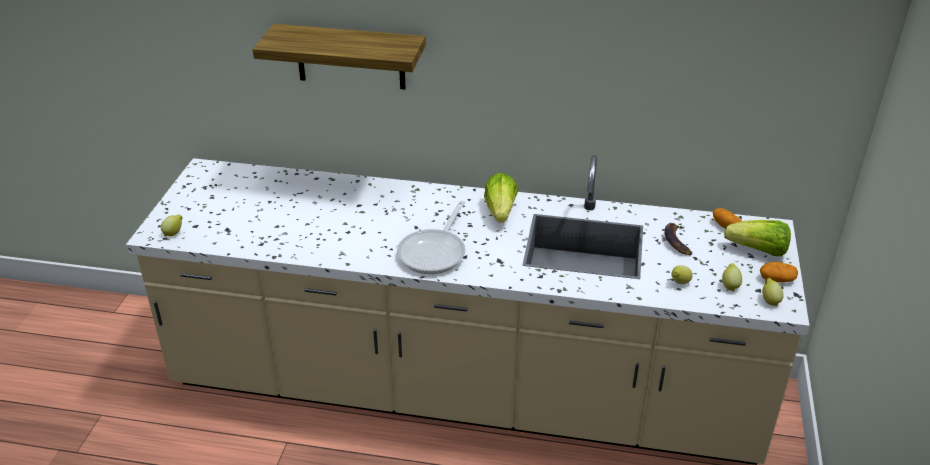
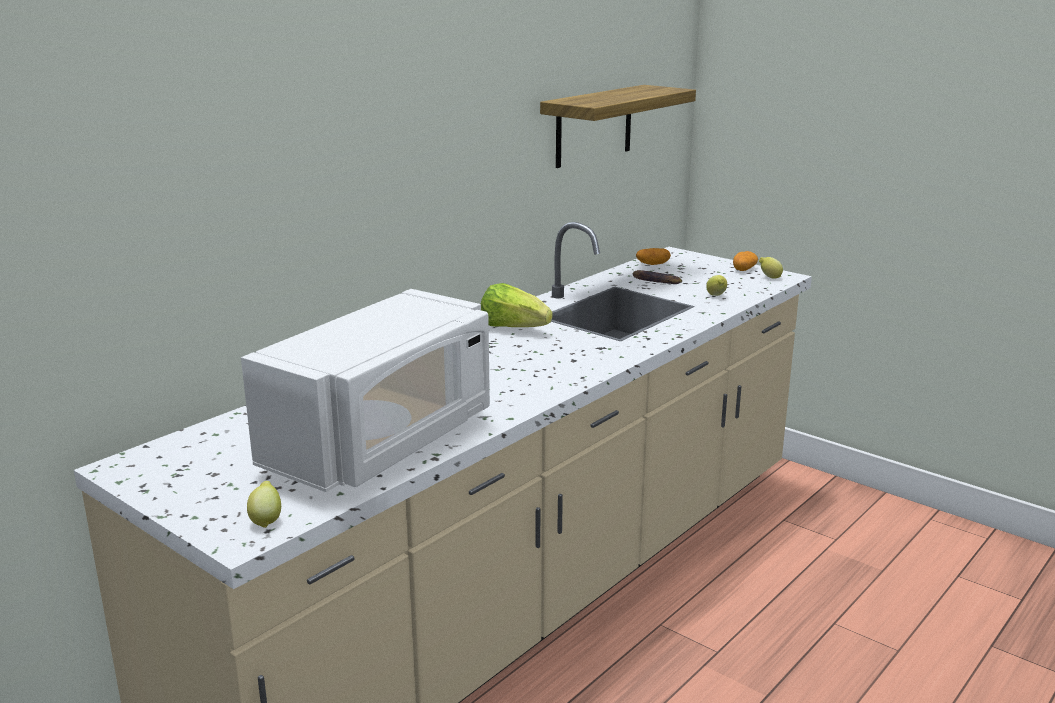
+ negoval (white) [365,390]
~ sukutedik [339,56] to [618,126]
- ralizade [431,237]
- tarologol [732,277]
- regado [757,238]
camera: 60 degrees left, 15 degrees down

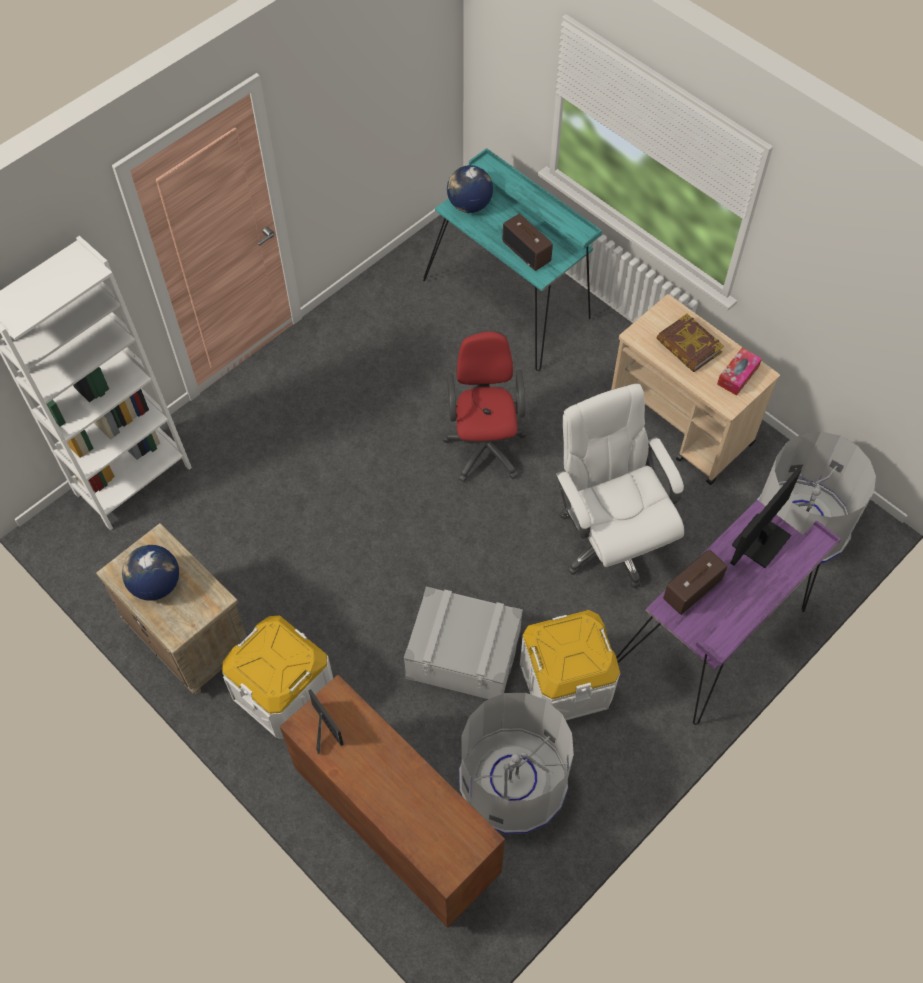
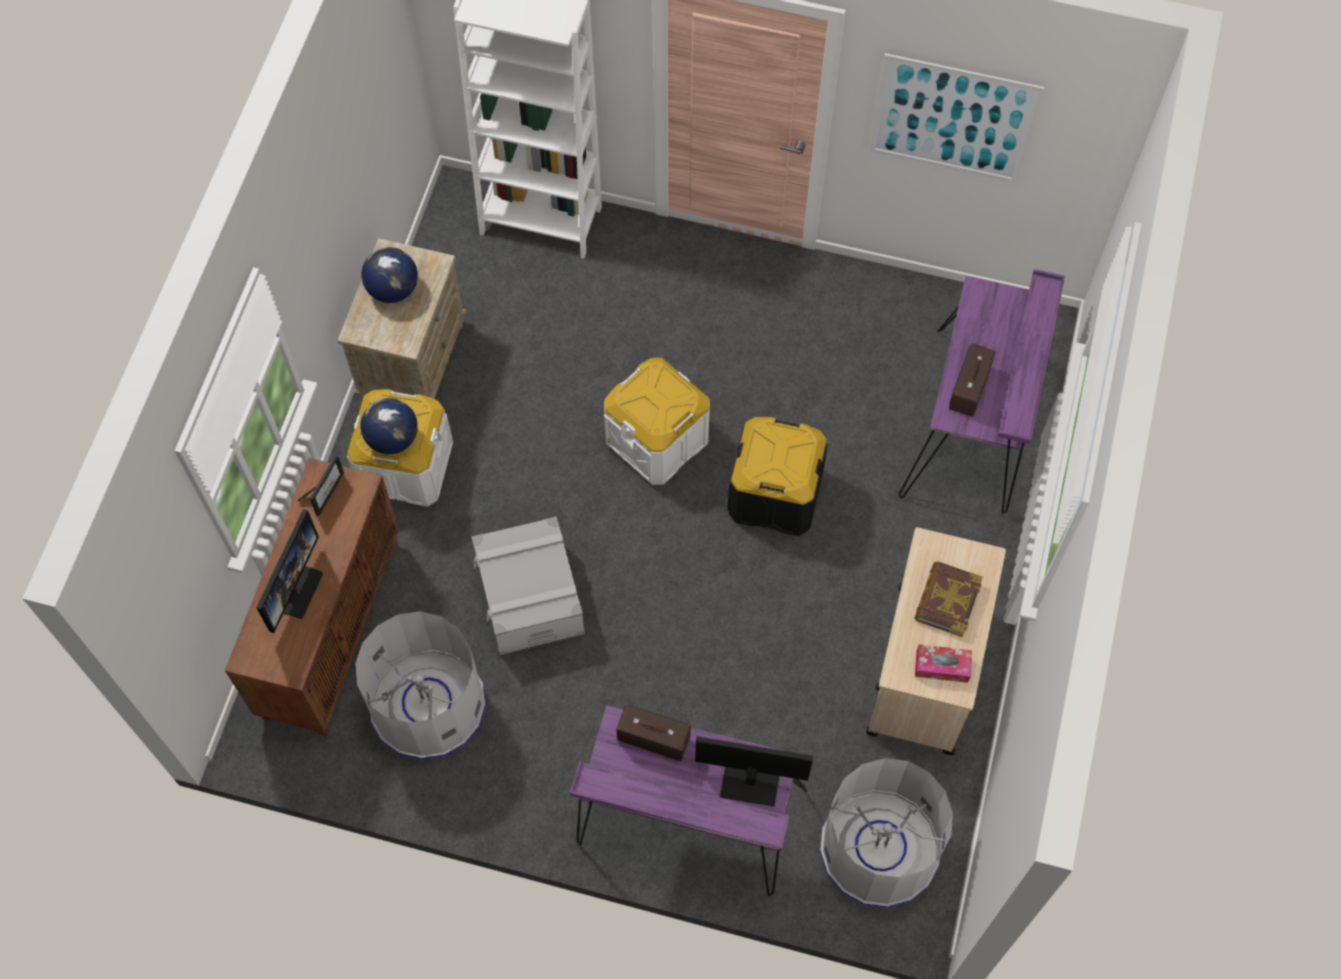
+ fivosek [289,571]
~ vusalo [470,189] to [389,426]
~ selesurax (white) [570,665] to [657,421]
~ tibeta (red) [484,406] to selesurax (black) [777,476]
+ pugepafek [956,118]
~ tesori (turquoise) [512,259] to tesori (purple) [982,392]
- tibeta (white) [619,486]
camera: 60 degrees right, 5 degrees up

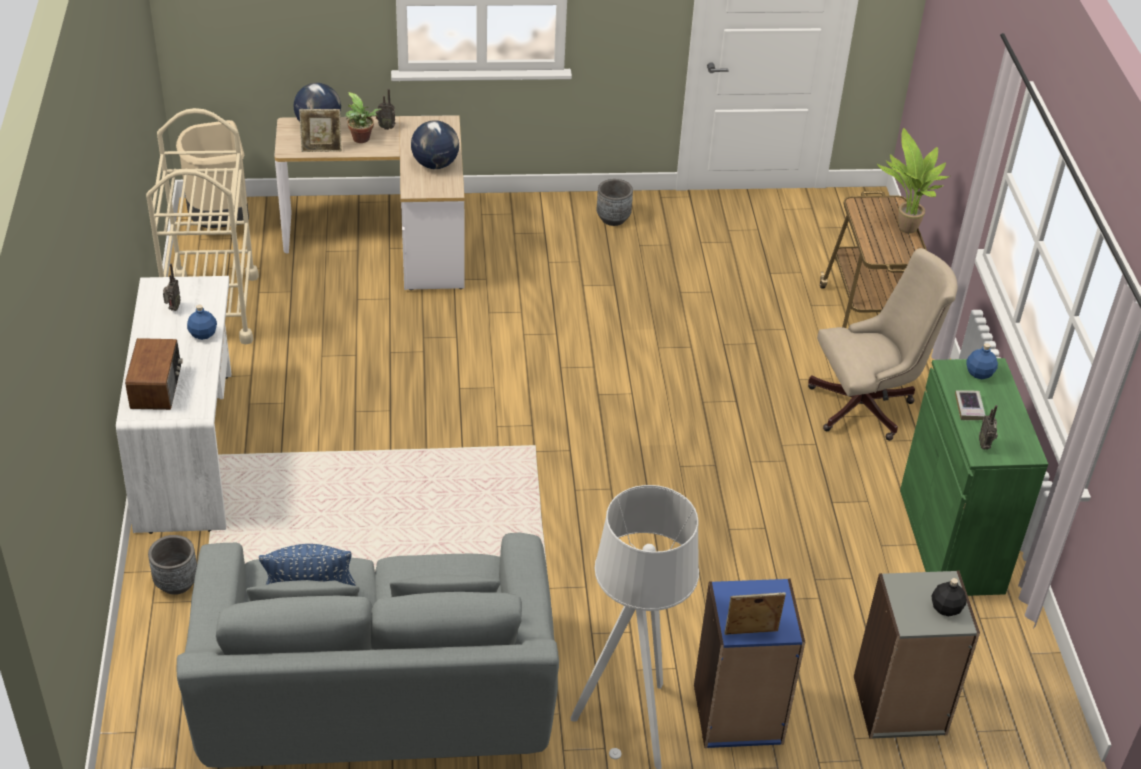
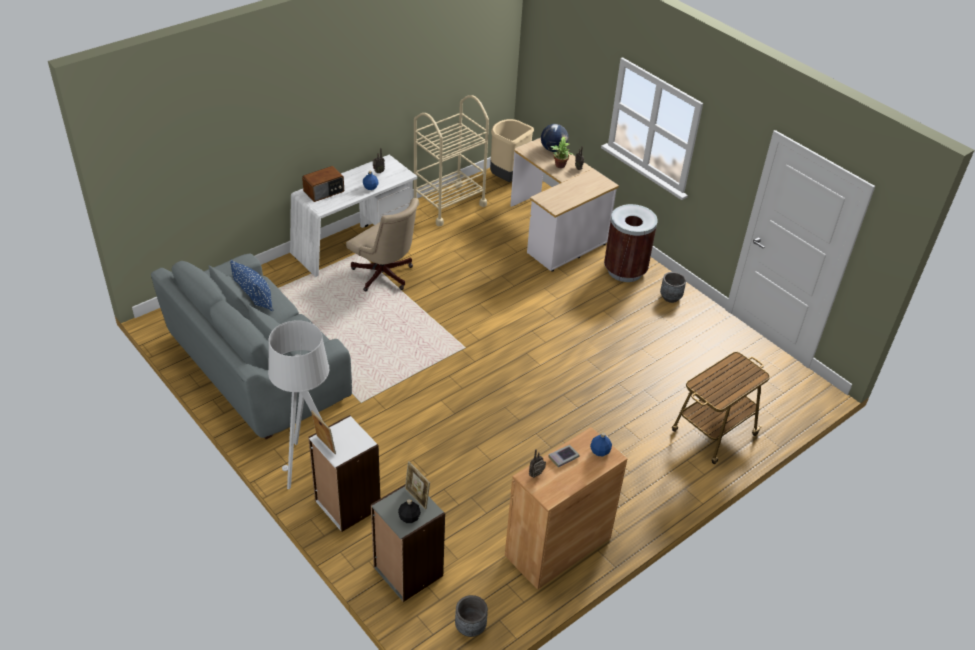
~ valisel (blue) [749,663] to valisel (white) [344,473]
~ tibeta (beige) [883,344] to [382,244]
~ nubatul [320,130] to [417,485]
~ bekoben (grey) [172,565] to [471,616]
~ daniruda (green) [974,477] to daniruda (brown) [566,508]
+ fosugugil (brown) [631,243]
- vusalo [435,144]
- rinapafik [913,181]
camera: 55 degrees right, 0 degrees up

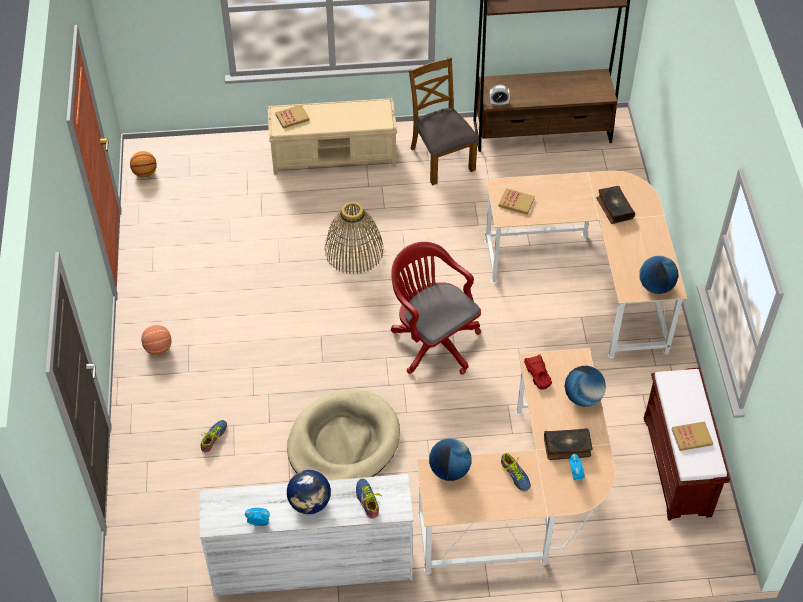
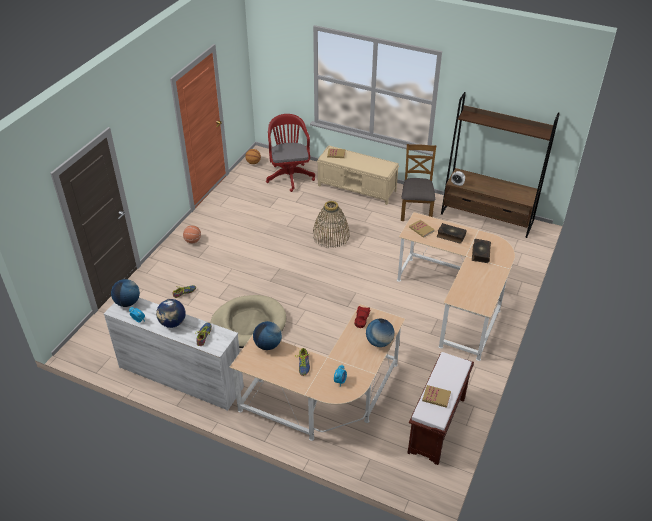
~ vusalo [658,274] to [125,293]
~ tibeta (red) [436,308] to [290,153]
~ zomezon [568,444] to [452,233]
camera: 30 degrees right, 10 degrees down

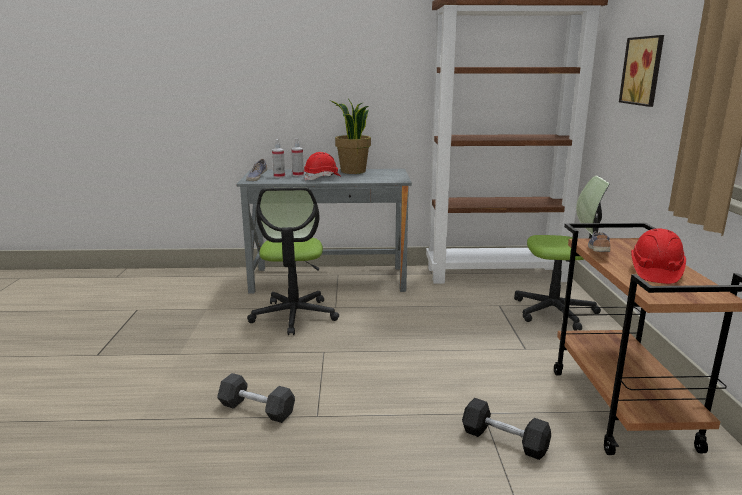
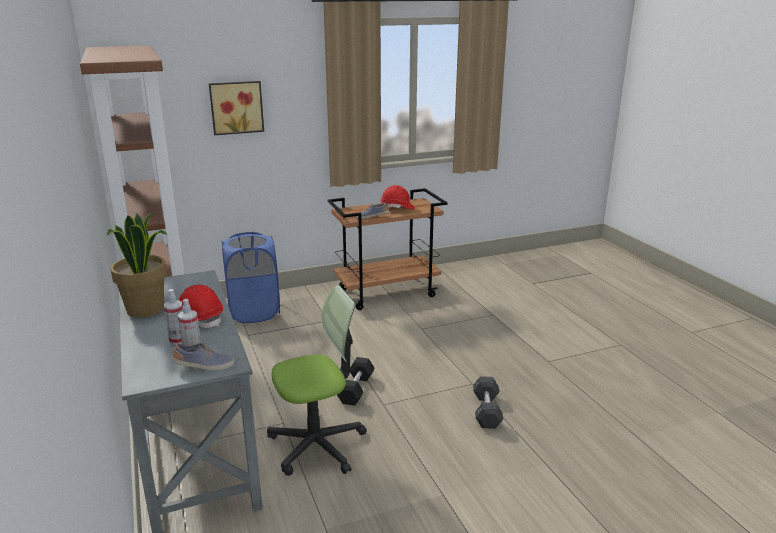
~ tibeta [562,253] to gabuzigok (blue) [251,277]
~ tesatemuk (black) [506,429] to [356,381]
camera: 110 degrees left, 5 degrees up

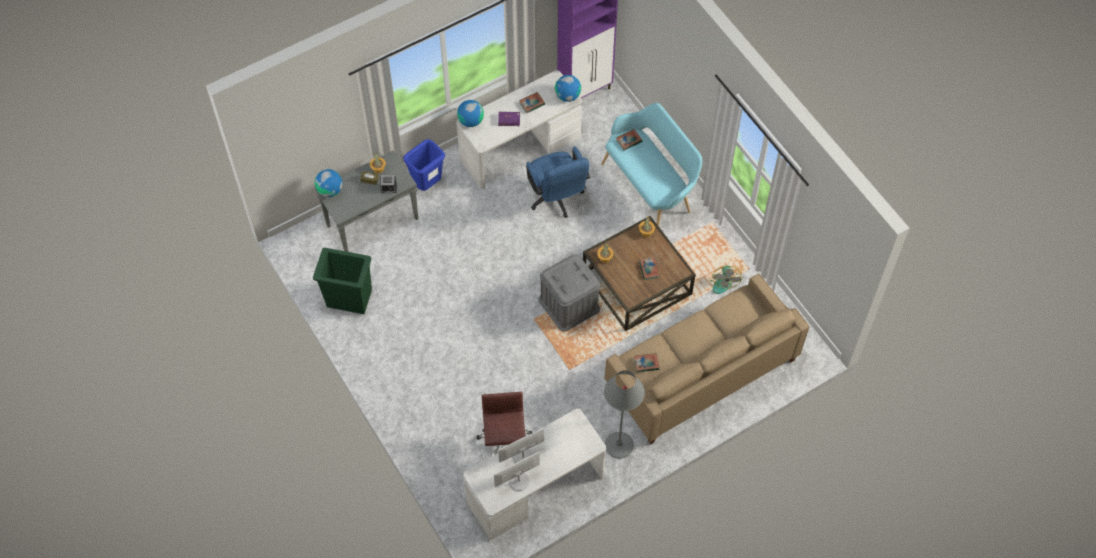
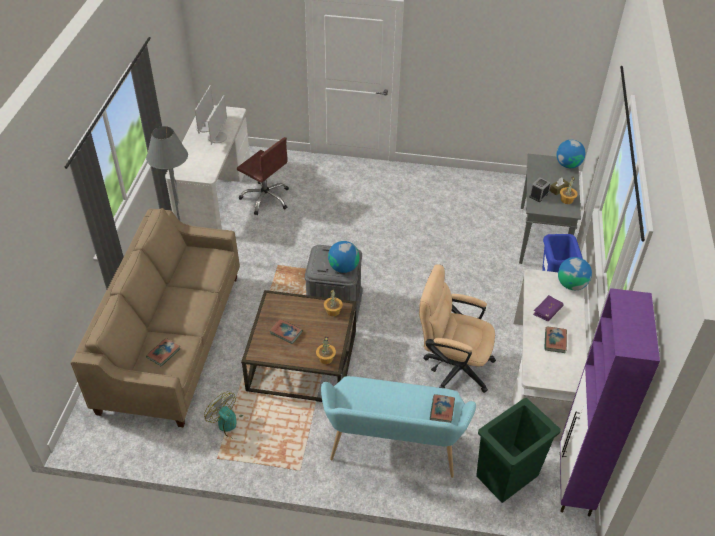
~ zomezon [646,362] to [163,352]
~ vusalo [568,88] to [343,257]
~ tibeta (blue) [558,182] to tibeta (beige) [457,328]
~ fosugugil (green) [342,281] to [518,450]
camera: 130 degrees right, 15 degrees down

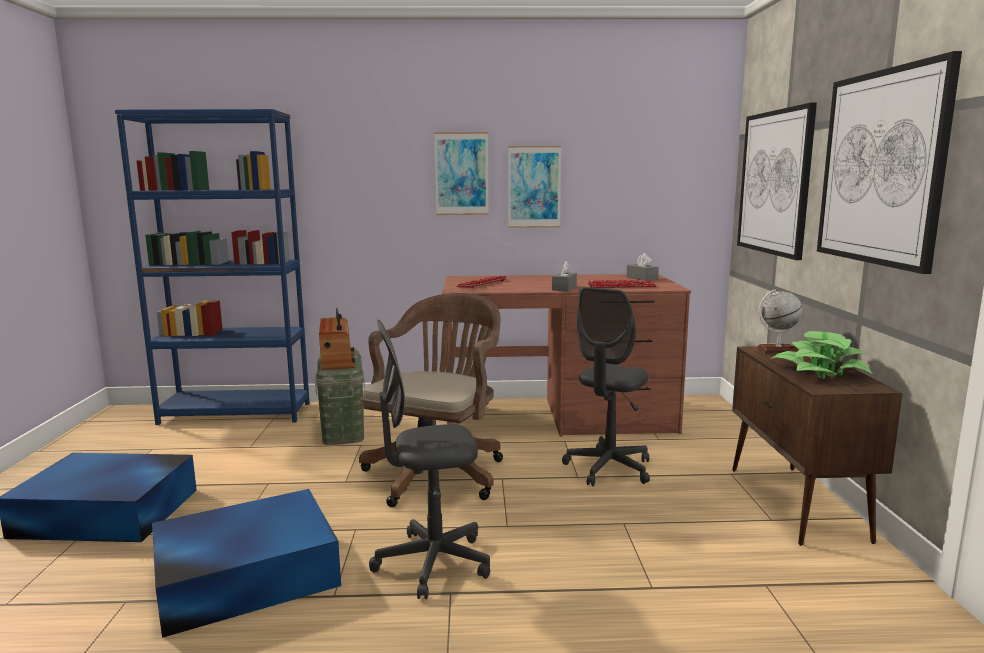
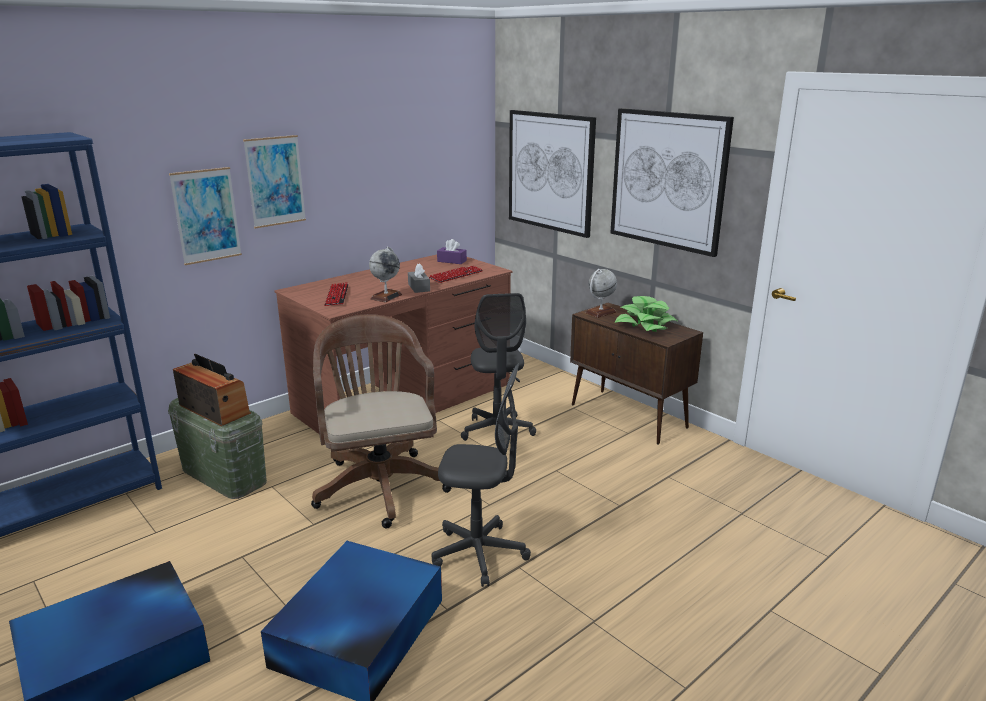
~ pugepafek [534,187] to [205,216]
+ vusalo [385,274]
~ tibeta (grey) [429,459] = [481,475] 120 degrees counterclockwise
~ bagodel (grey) [643,267] to bagodel (purple) [452,251]
camera: 40 degrees left, 10 degrees up

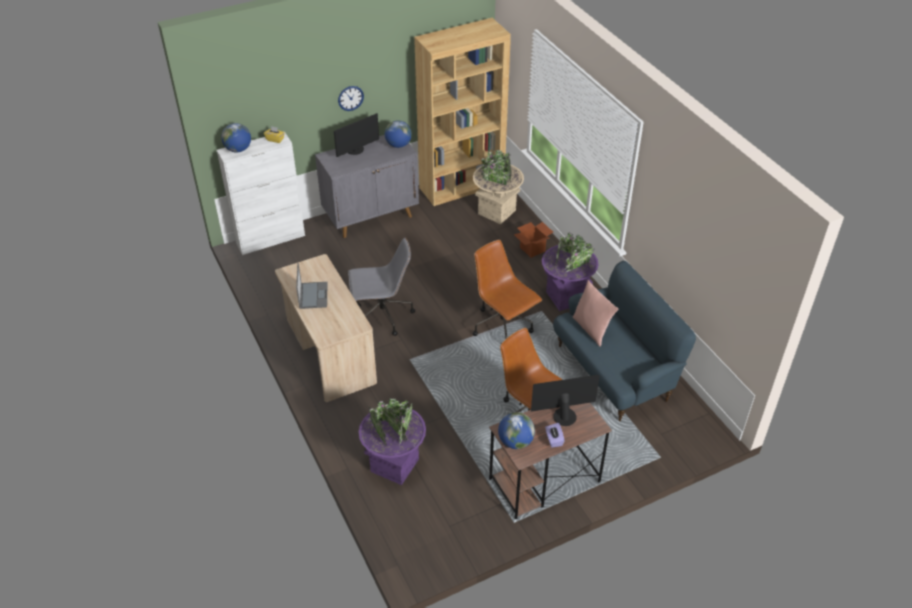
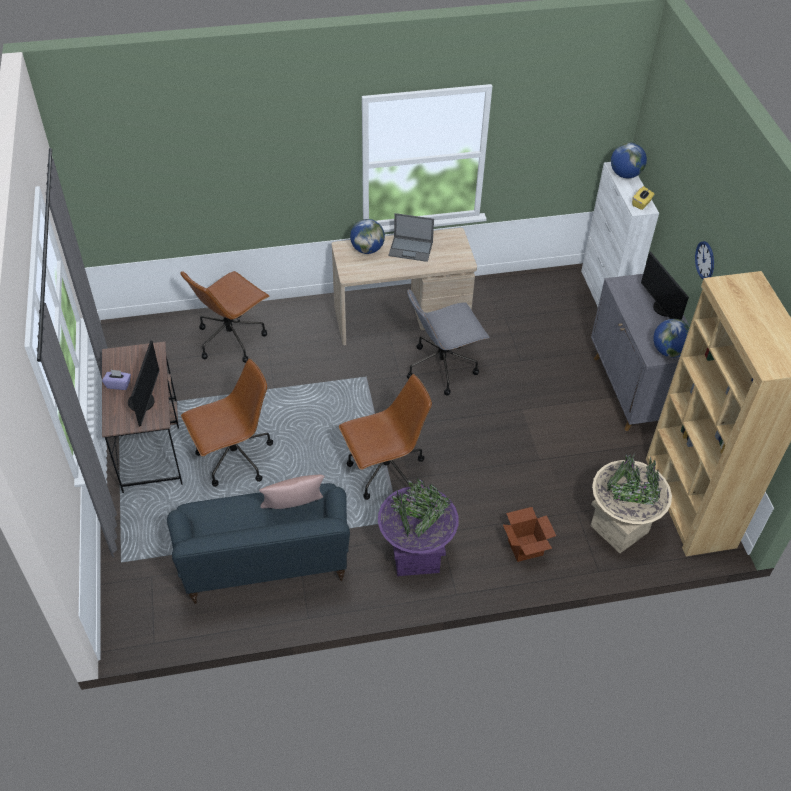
~ bekoben (purple) [392,441] to tibeta (brown) [224,317]
~ vusalo [516,430] to [367,236]
~ tibeta (grey) [381,286] = [448,342] 60 degrees clockwise
camera: 105 degrees right, 5 degrees up

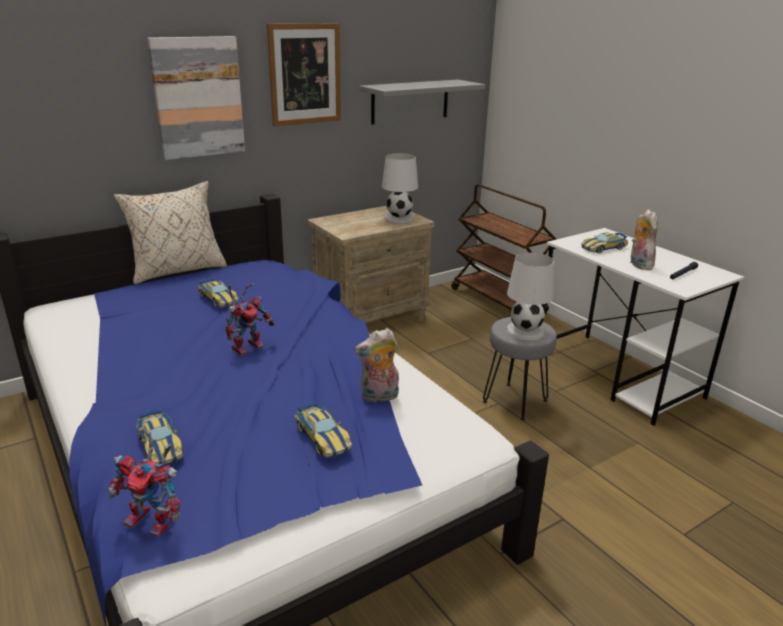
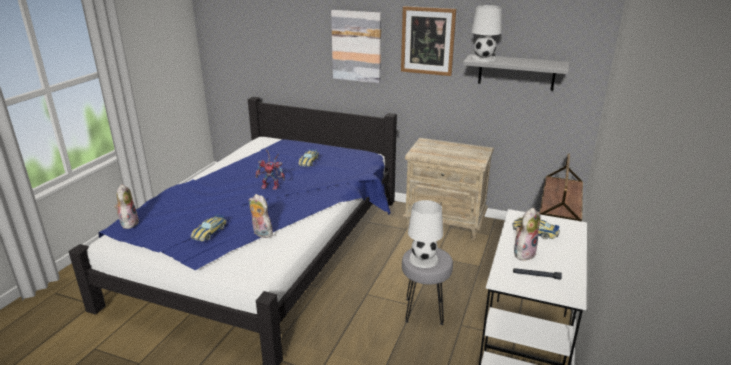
~ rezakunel [144,482] to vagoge [126,206]
~ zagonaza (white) [400,188] to [486,33]
- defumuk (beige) [170,232]
- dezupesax [159,436]
camera: 55 degrees right, 0 degrees up

